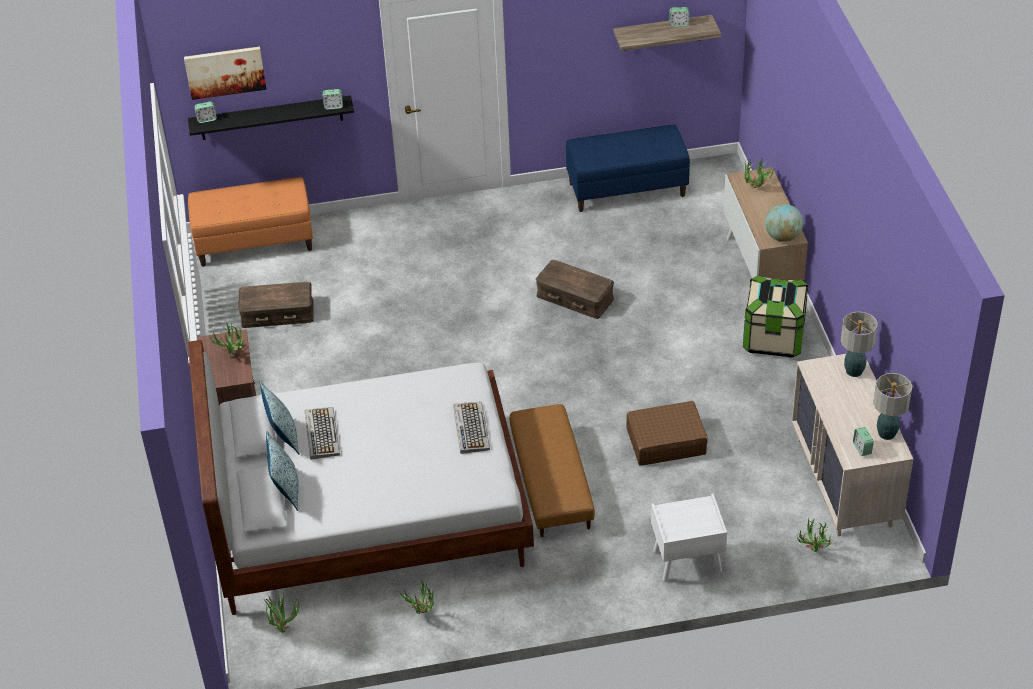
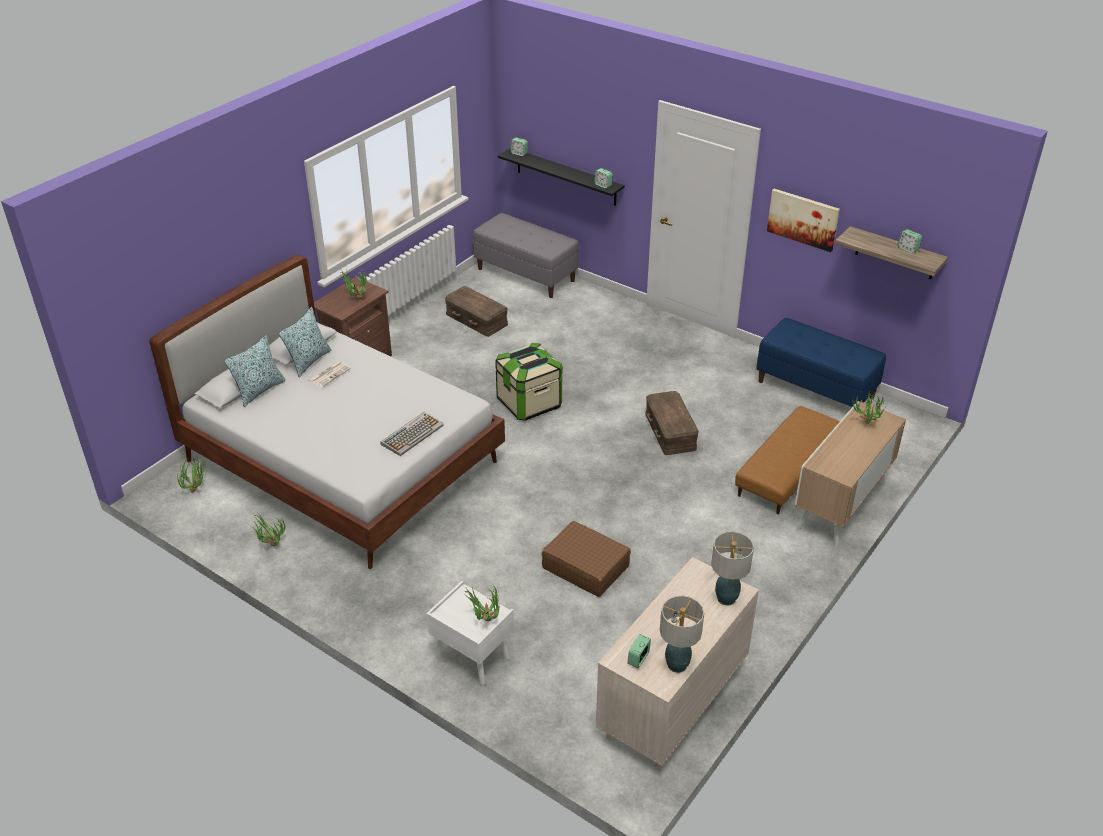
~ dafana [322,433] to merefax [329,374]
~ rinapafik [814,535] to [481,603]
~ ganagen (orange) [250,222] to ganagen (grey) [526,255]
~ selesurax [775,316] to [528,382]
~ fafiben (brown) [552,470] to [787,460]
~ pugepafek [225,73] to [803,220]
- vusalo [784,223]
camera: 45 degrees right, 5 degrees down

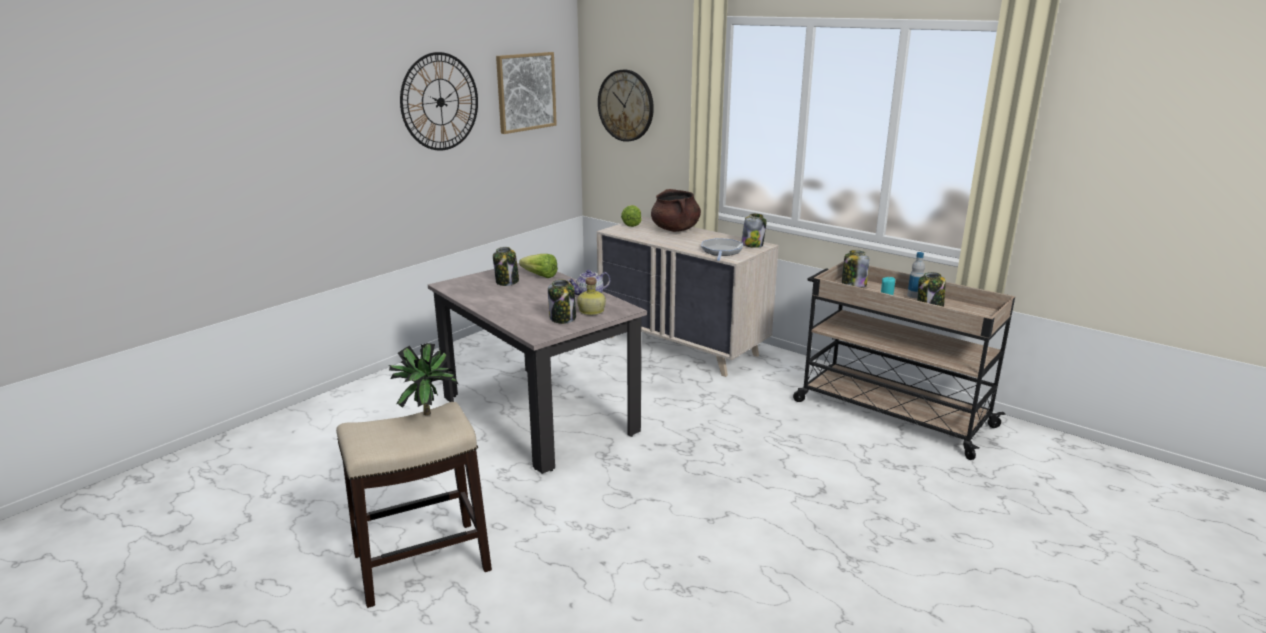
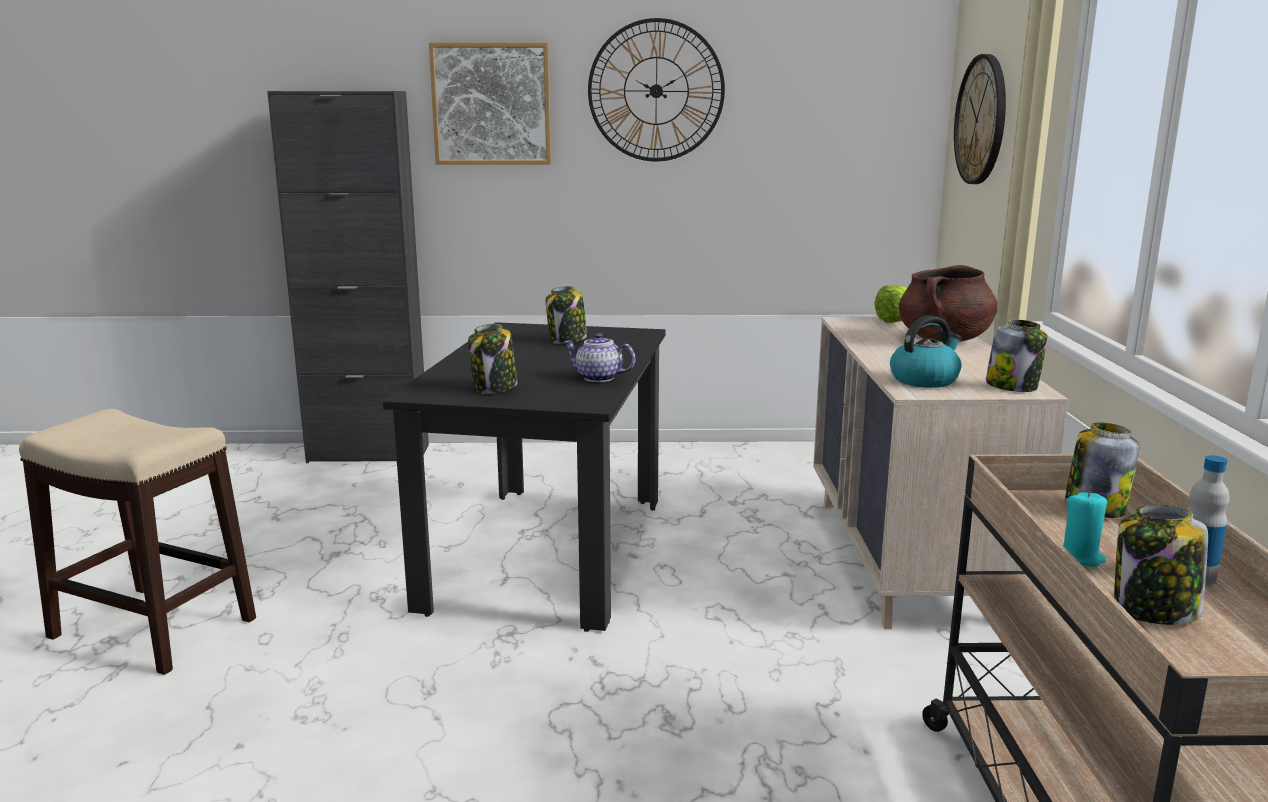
+ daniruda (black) [348,277]
~ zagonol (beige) [537,368] to zagonol (black) [524,477]
~ pugepafek [526,93] to [490,104]
~ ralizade [722,249] to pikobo [926,352]
- rinapafik [423,379]
- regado [538,266]
- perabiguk [591,296]
camera: 50 degrees right, 5 degrees down

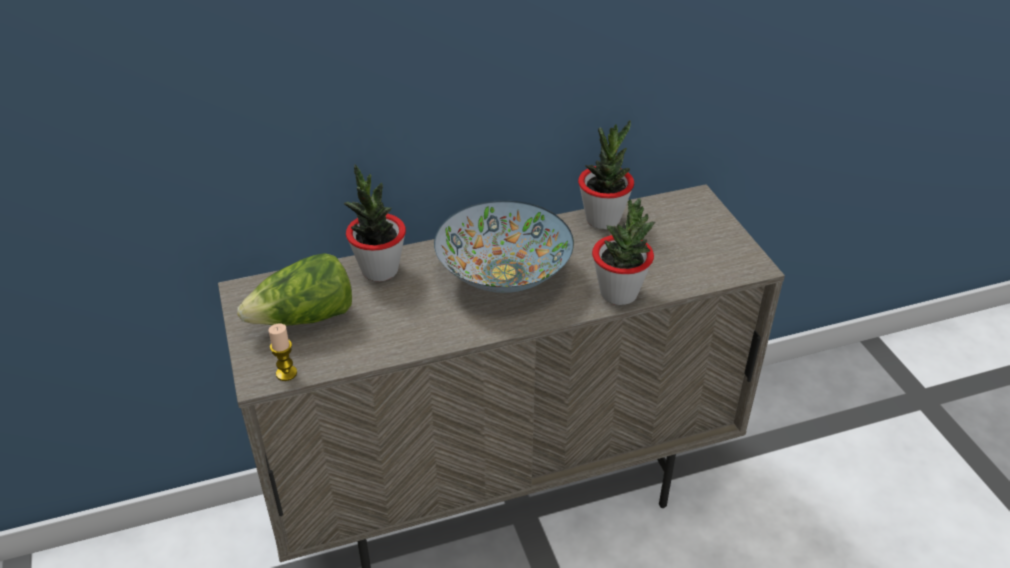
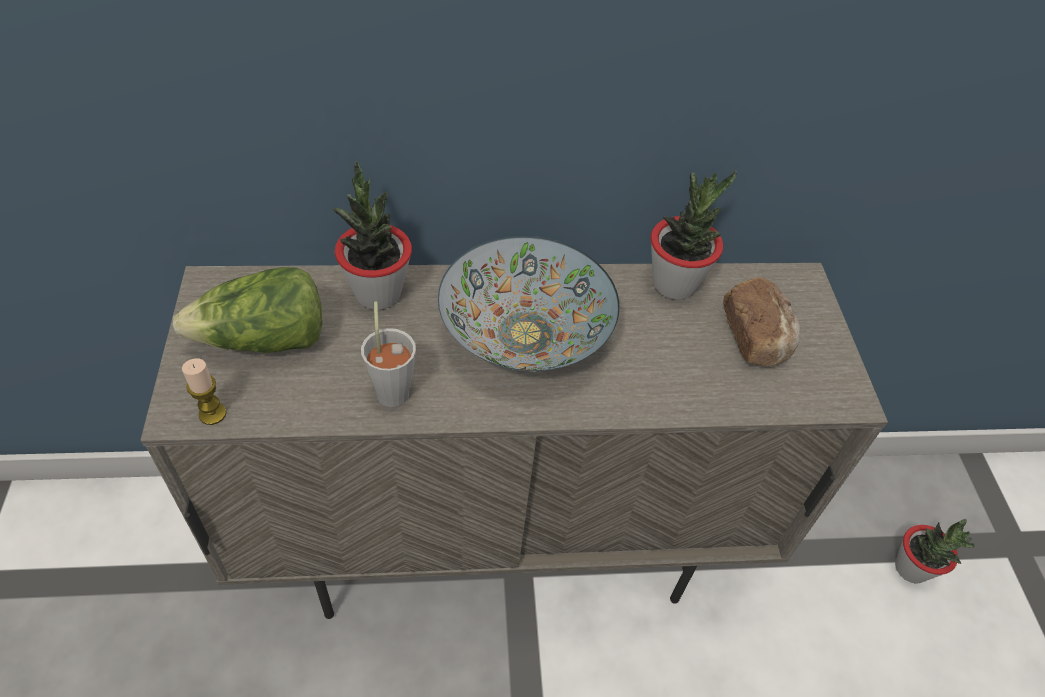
+ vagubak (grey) [388,354]
+ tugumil [761,322]
~ rinapafik [623,251] to [935,551]
camera: 10 degrees right, 10 degrees up

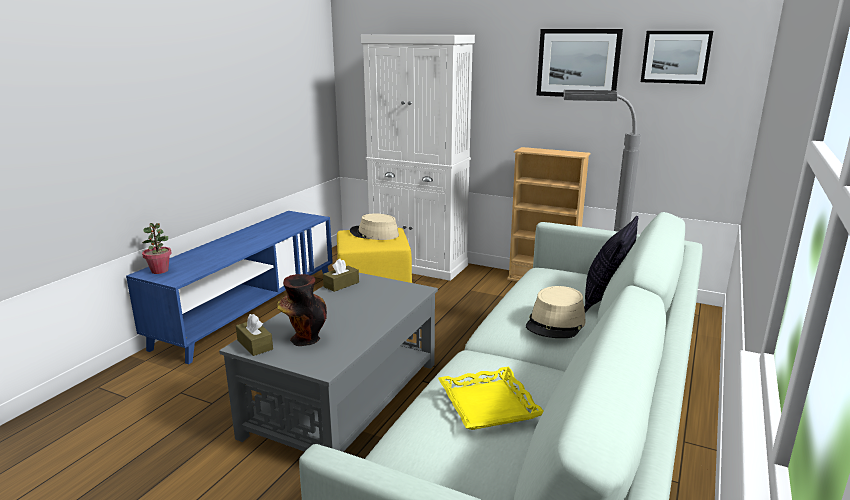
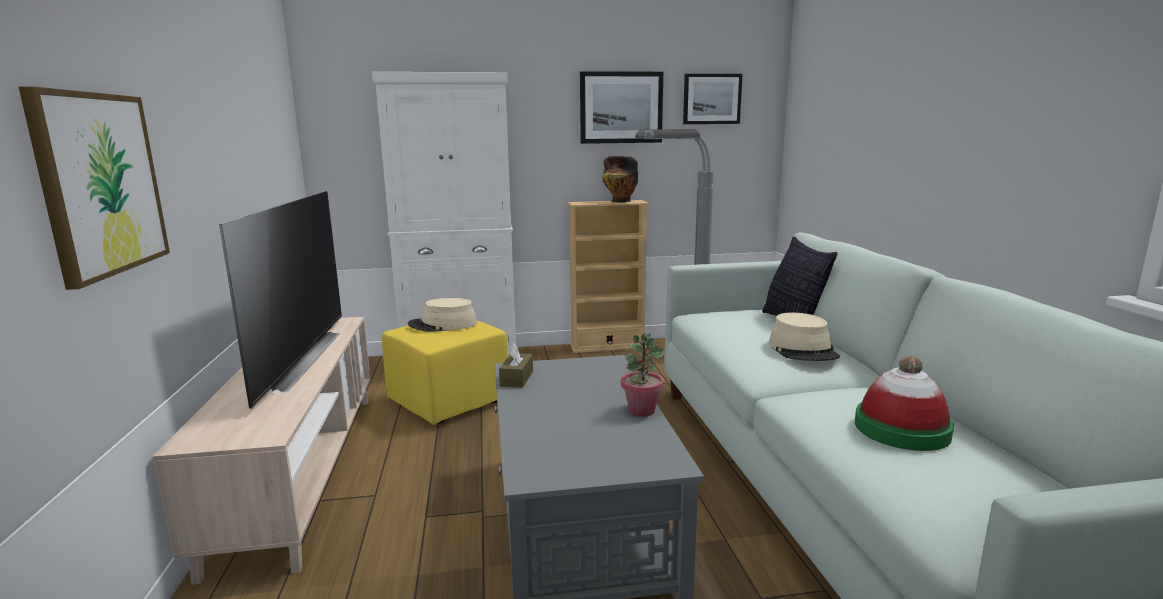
+ pugepafek [94,188]
~ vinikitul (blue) [229,287] to vinikitul (beige) [262,451]
+ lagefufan [280,300]
~ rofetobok [302,310] to [620,179]
~ rinapafik [157,248] to [643,375]
~ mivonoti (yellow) [490,398] to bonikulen [904,403]
- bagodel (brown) [254,335]
camera: 35 degrees left, 5 degrees down

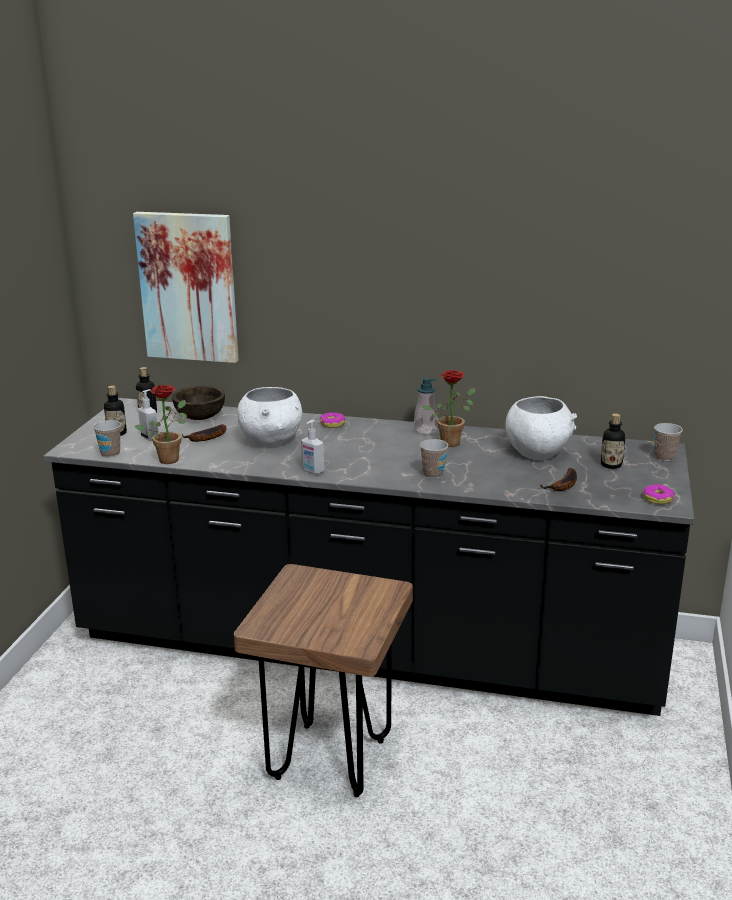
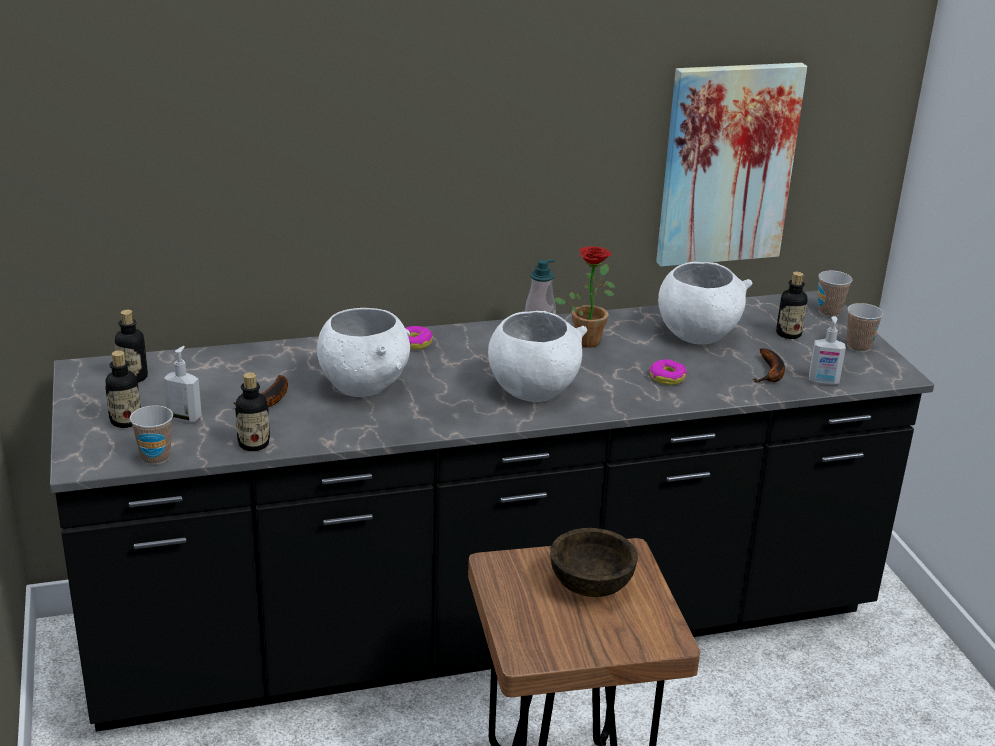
~ rinapafik [161,424] to perabiguk [252,411]
+ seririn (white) [537,356]
~ seririn (brown) [198,403] to [594,562]
~ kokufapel [658,494] to [668,372]
~ pugepafek [186,287] to [731,165]
~ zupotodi [312,447] to [827,350]
~ vagubak [434,459] to [865,327]
camera: 30 degrees left, 5 degrees up

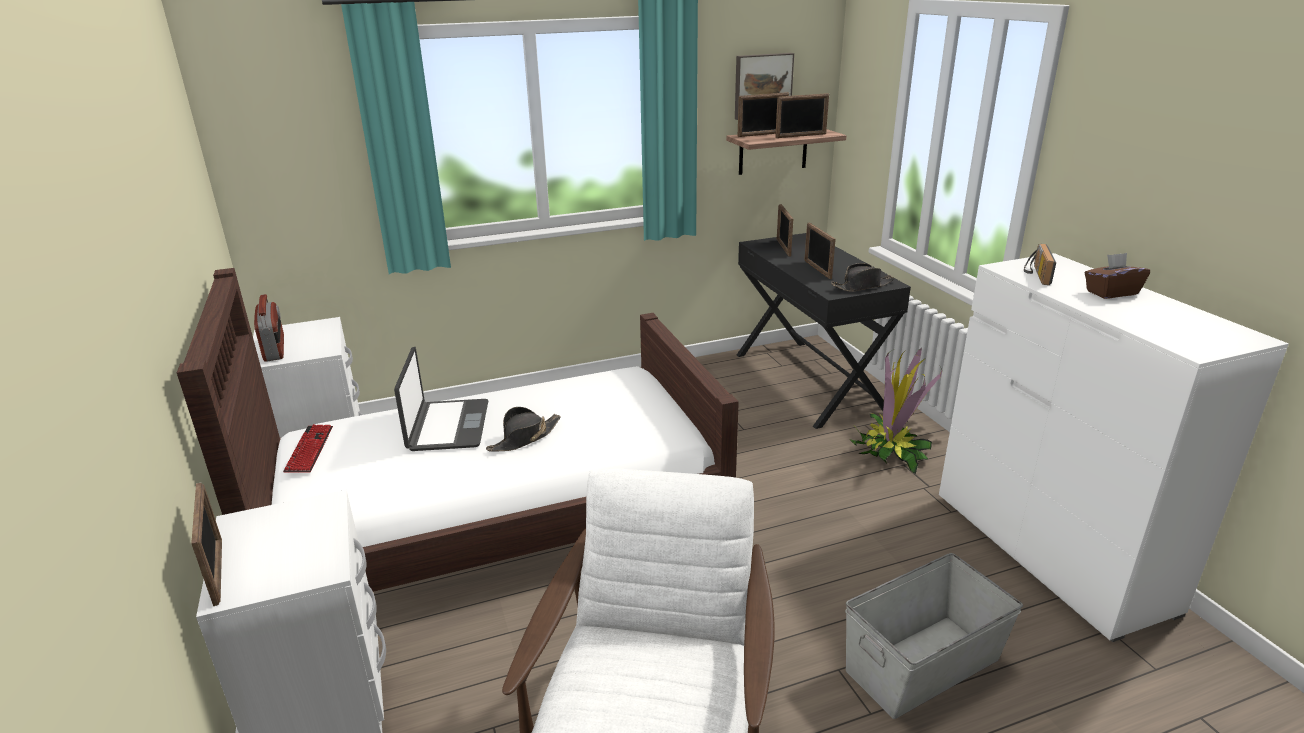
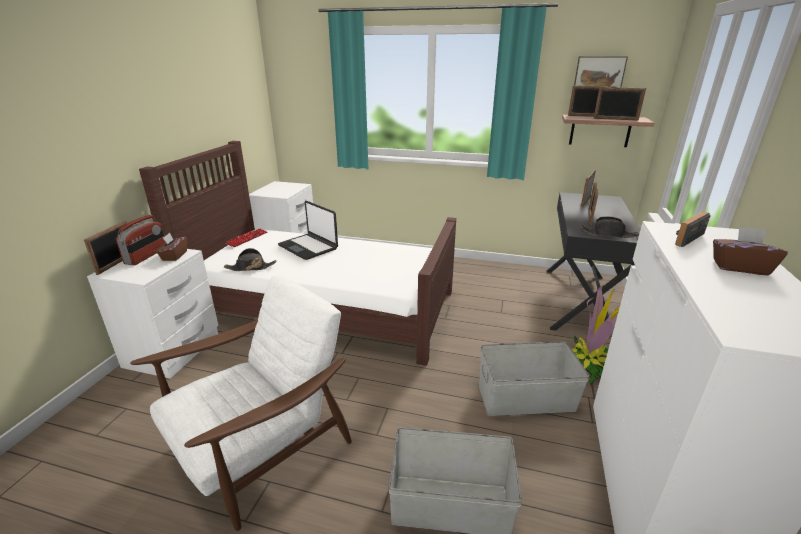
~ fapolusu [269,328] to [140,240]
+ bagodel (brown) [171,247]
~ bonikulen (black) [523,429] to [250,259]
~ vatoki [441,399] = [308,230] 105 degrees clockwise
+ selesurax (grey) [534,378]
camera: 35 degrees right, 0 degrees up

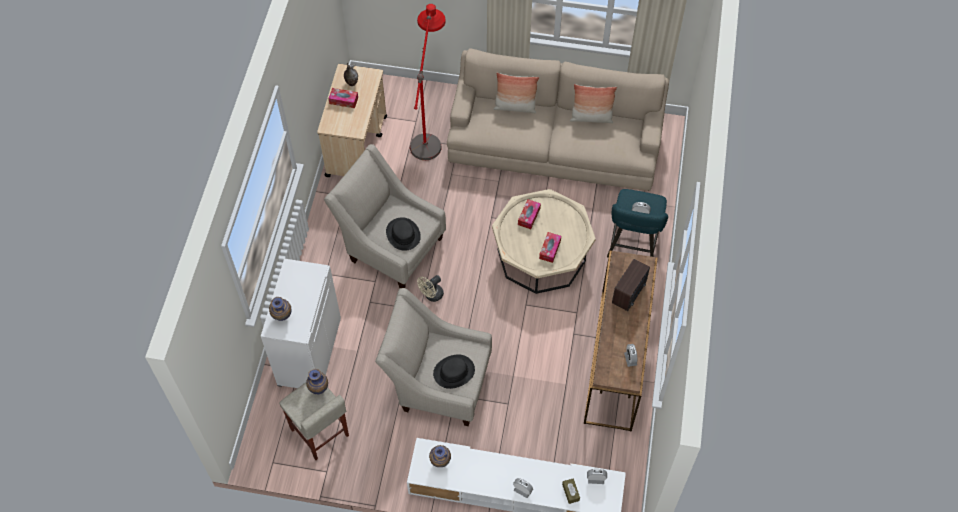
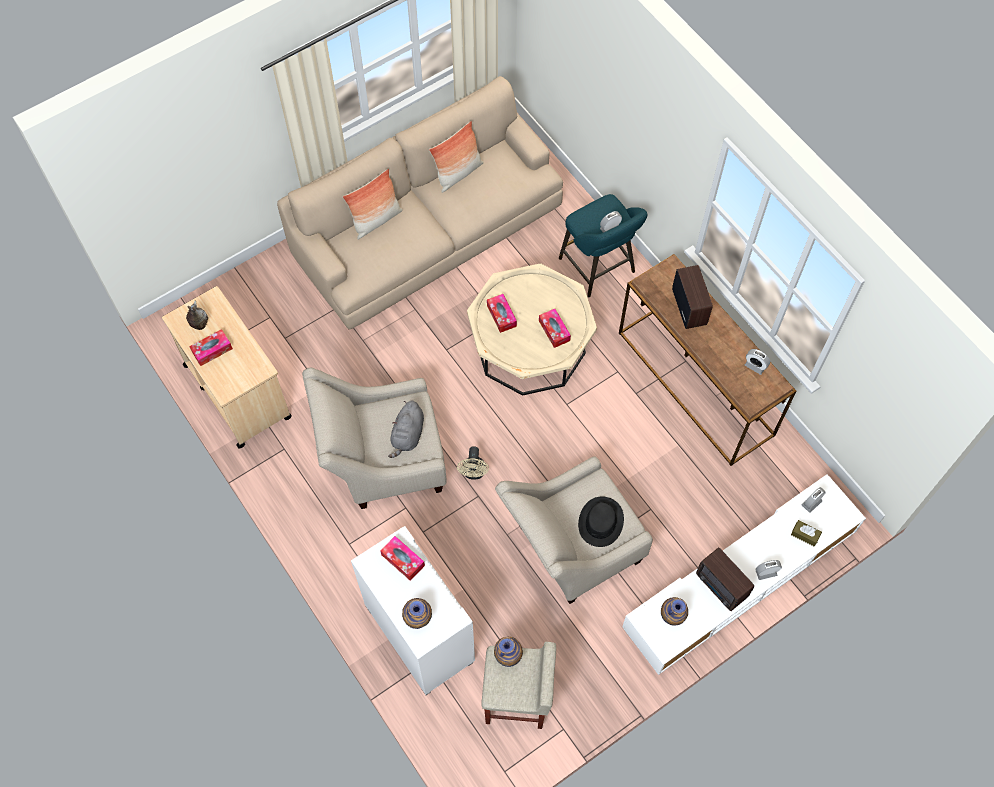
+ bagodel [402,558]
~ bonikulen (black) [403,234] to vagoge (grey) [406,429]
+ fapolusu [725,579]
- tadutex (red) [428,82]
camera: 45 degrees left, 5 degrees up

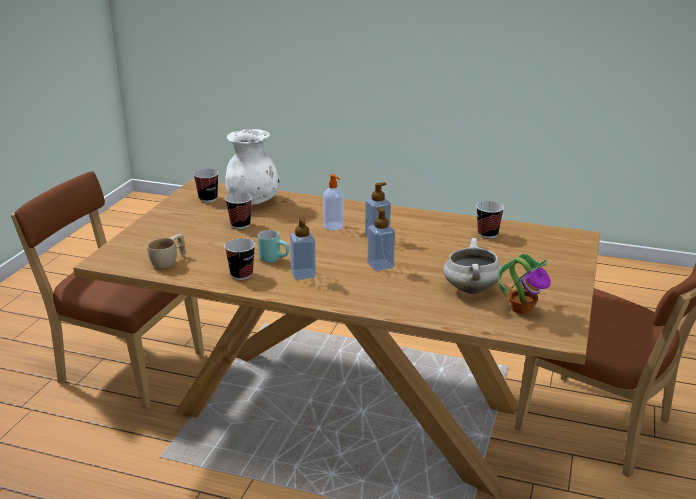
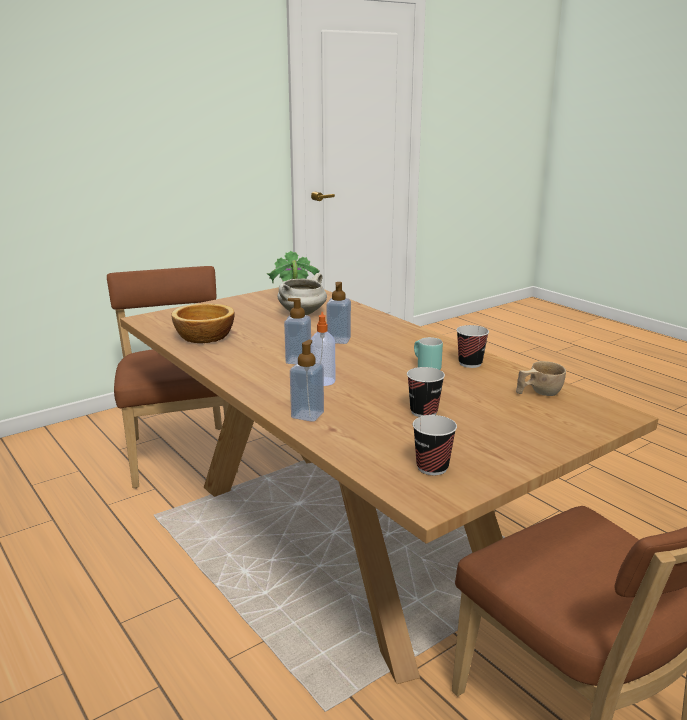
~ vagubak [490,219] to seririn [203,323]
~ zupotodi [303,248] to [307,381]
- rofetobok (white) [253,167]
camera: 145 degrees left, 5 degrees down

